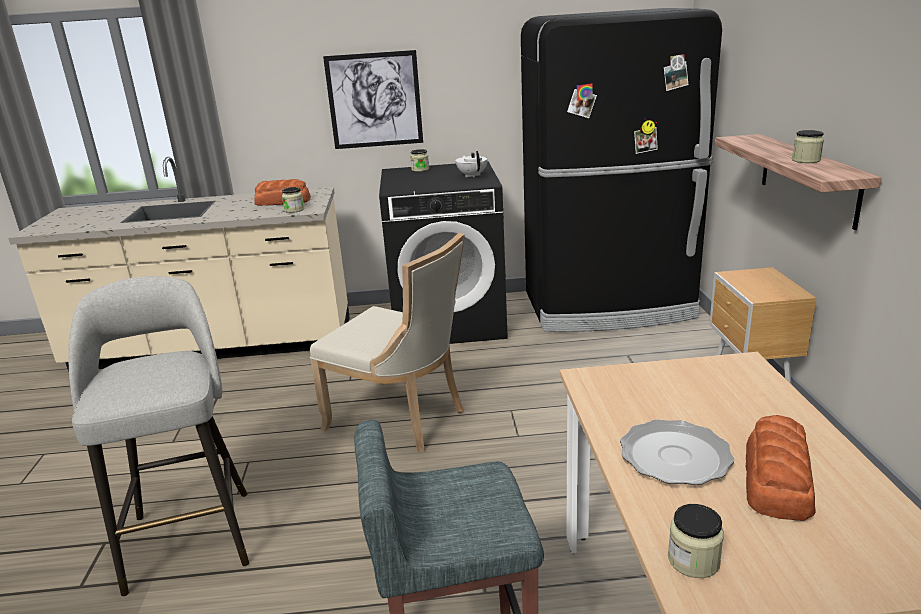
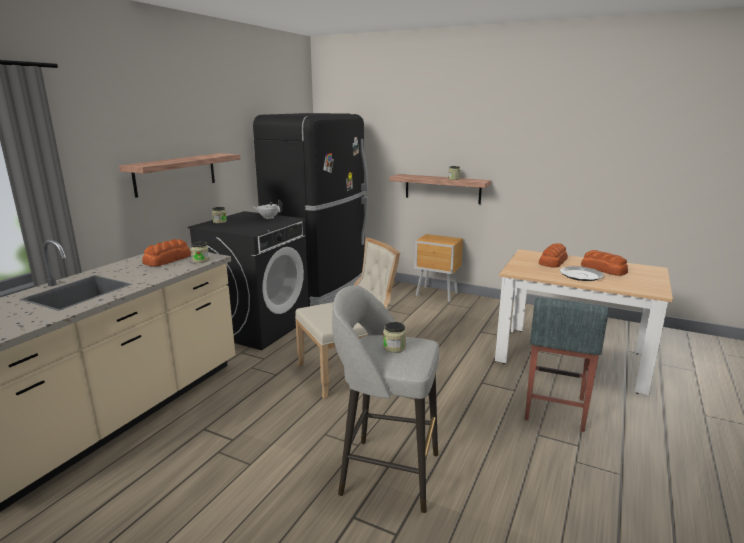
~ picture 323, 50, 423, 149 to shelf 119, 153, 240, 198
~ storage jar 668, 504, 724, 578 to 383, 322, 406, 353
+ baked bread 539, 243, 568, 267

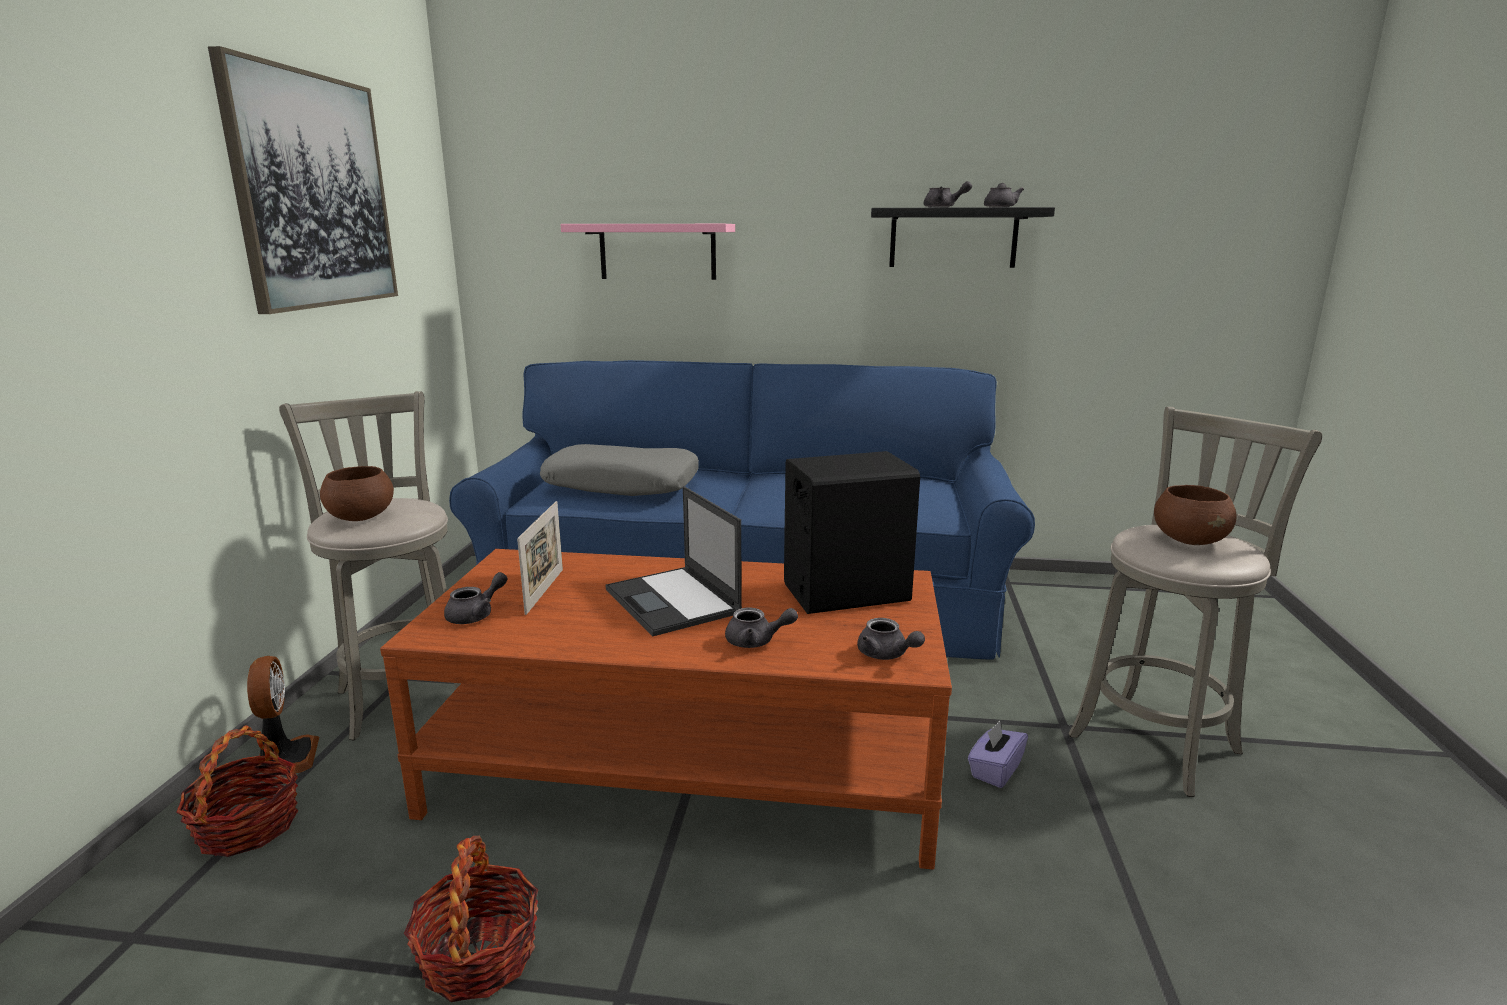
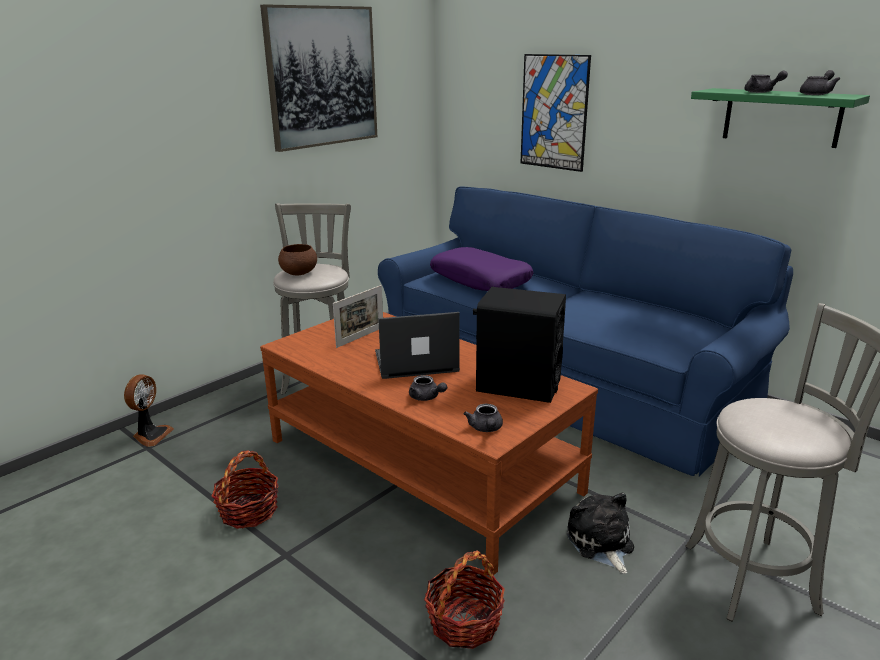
~ basket 176, 726, 299, 857 to 424, 551, 505, 649
~ fan 247, 656, 319, 773 to 124, 375, 174, 447
- gray pot for tea 444, 572, 508, 624
~ gray throw pillow 540, 444, 699, 496 to purple-coloured throw pillow 430, 247, 533, 291
~ pink shelf 561, 224, 735, 280 to picture 521, 54, 591, 172
~ laptop 605, 486, 742, 637 = 375, 312, 460, 379 75 degrees clockwise
~ blackish shelf 871, 207, 1055, 268 to green shelf 691, 88, 870, 148
~ purple-coloured box of tissues 968, 720, 1028, 788 to soft toy 567, 493, 634, 574
- brown serving bowl 1154, 485, 1237, 545

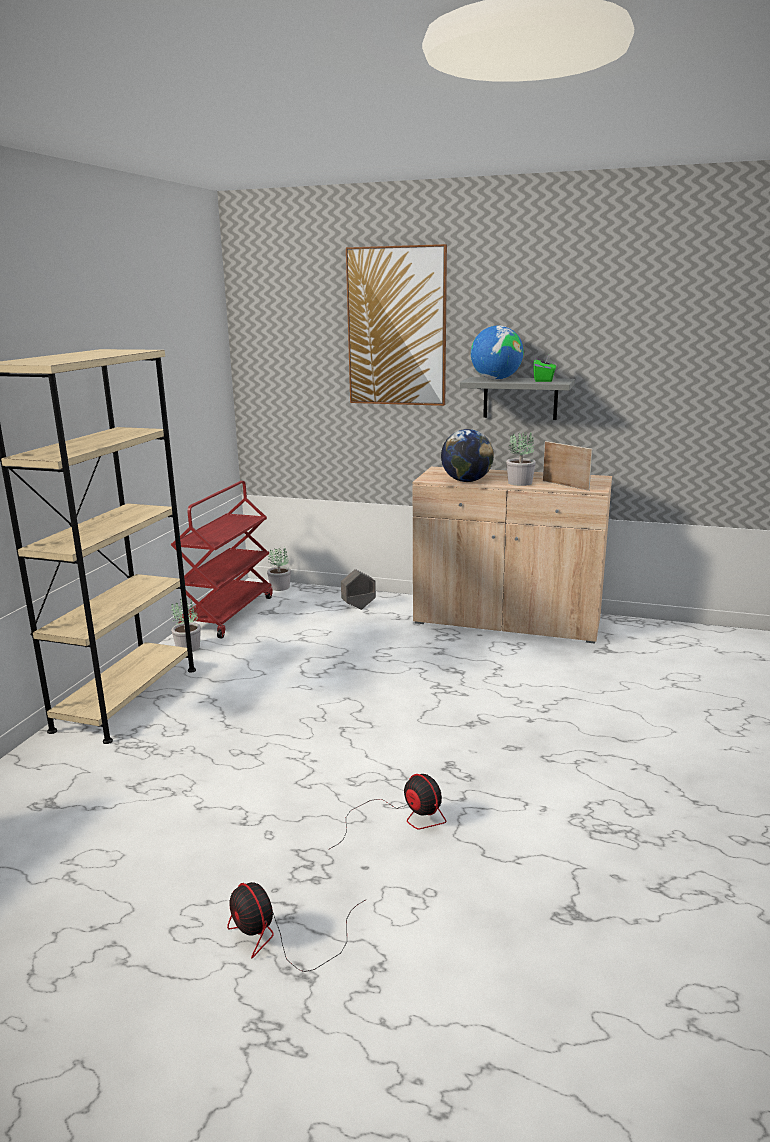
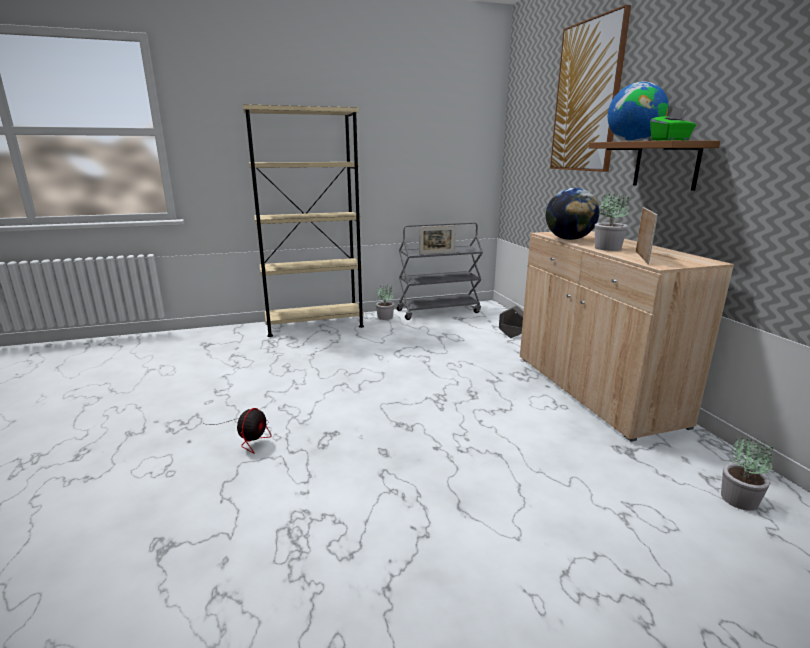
~ reddish trolley 171, 481, 273, 639 to gray trolley 397, 222, 483, 320
- fan 227, 882, 367, 972
~ houseplant 267, 547, 291, 591 to 721, 438, 774, 511
~ gray shelf 460, 377, 575, 420 to brown shelf 589, 140, 720, 191
+ standing frame 419, 226, 456, 254

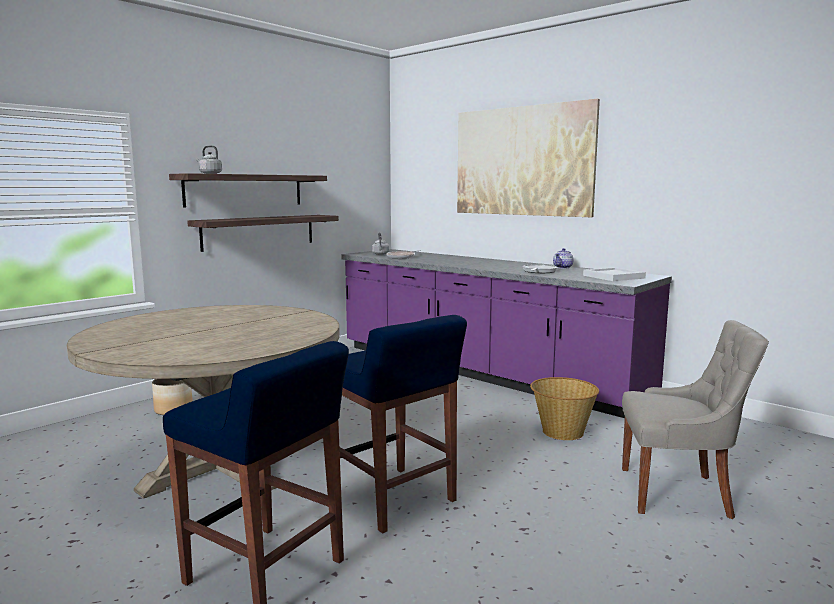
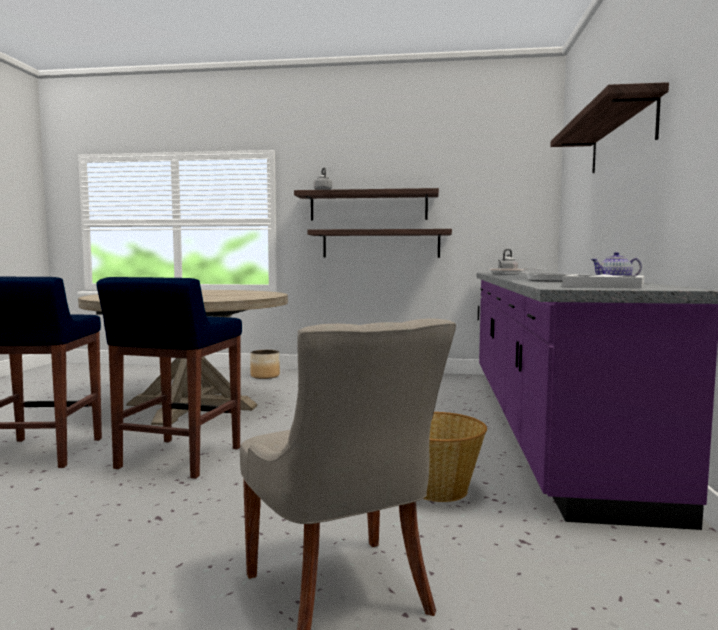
~ picture 457, 99, 600, 217 to shelf 550, 82, 669, 173

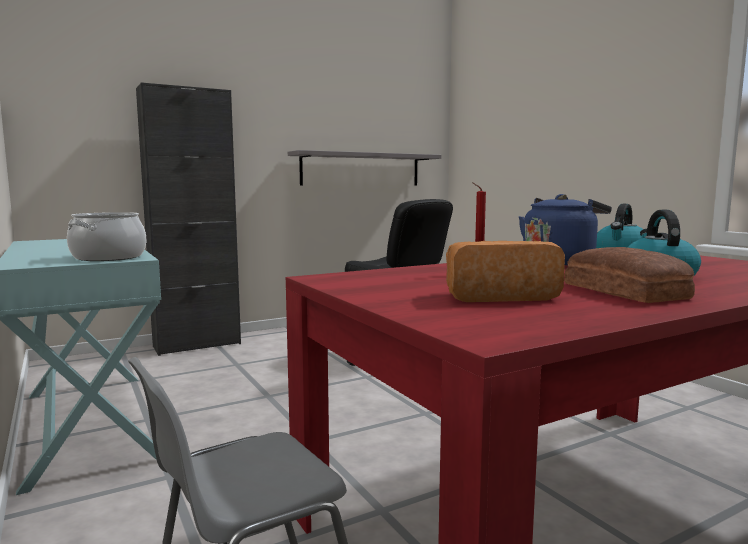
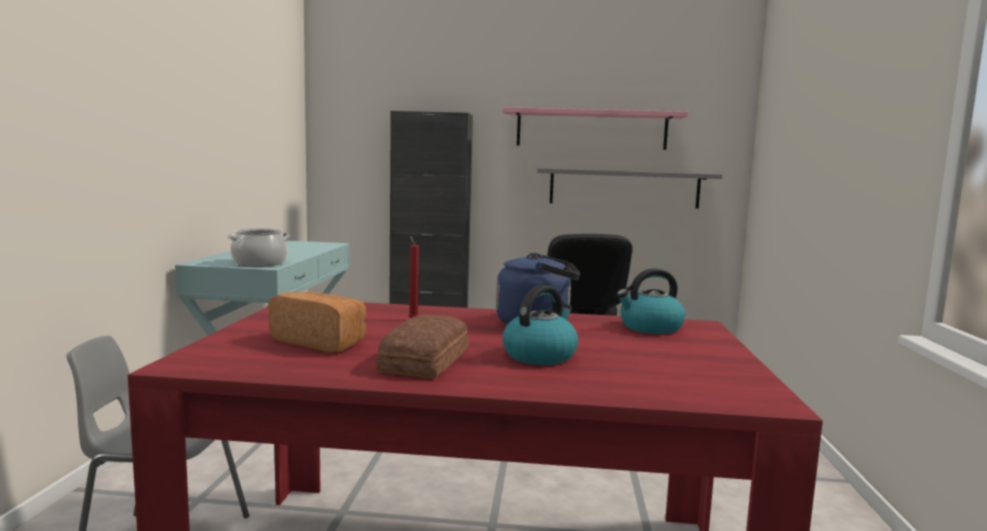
+ pink shelf 502, 107, 689, 150

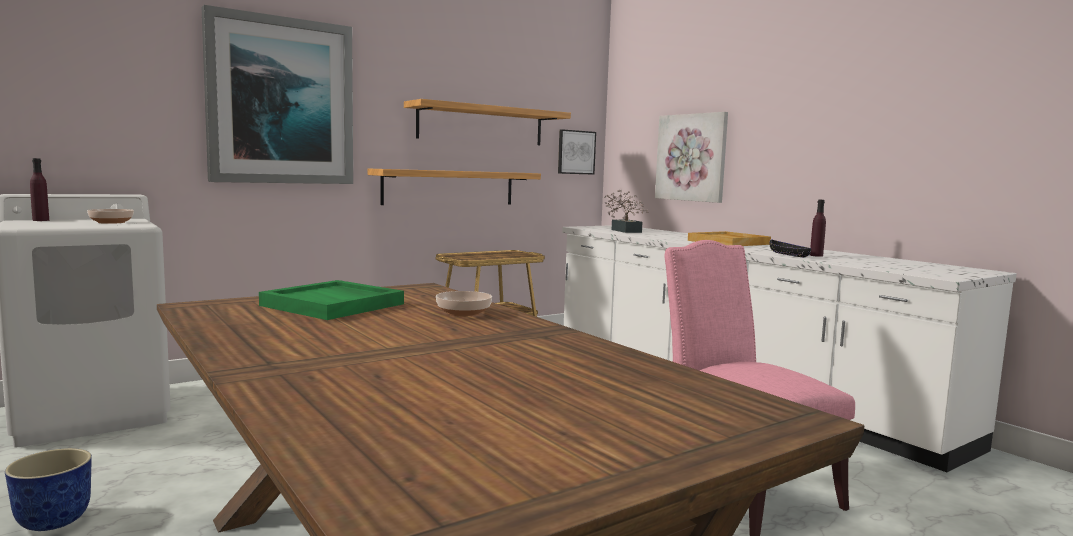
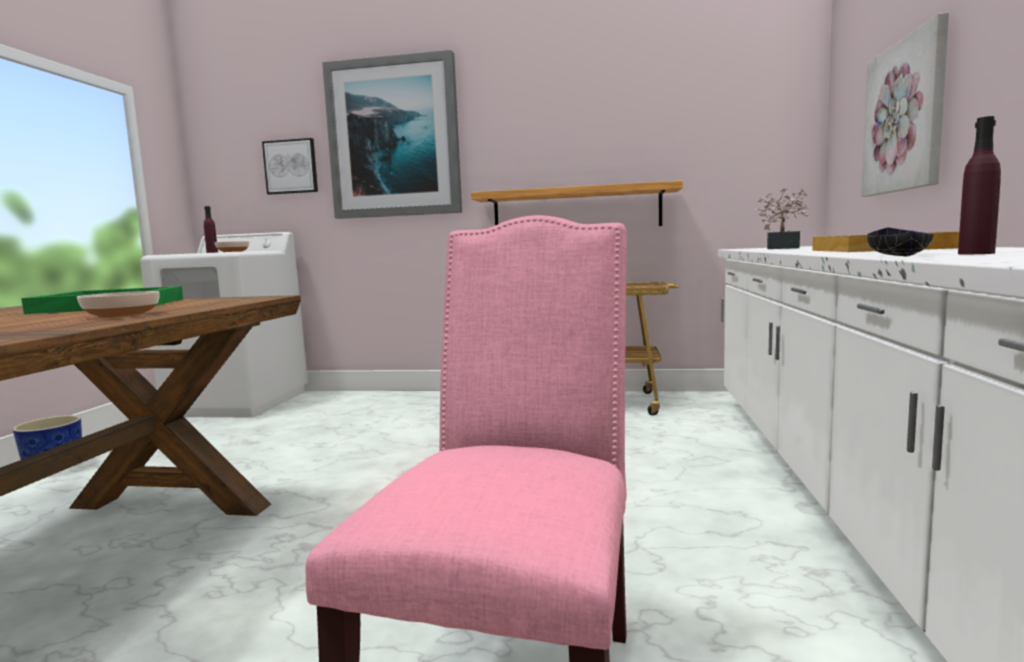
- shelf 404, 99, 571, 145
~ picture 558, 129, 596, 175 to 262, 138, 318, 195

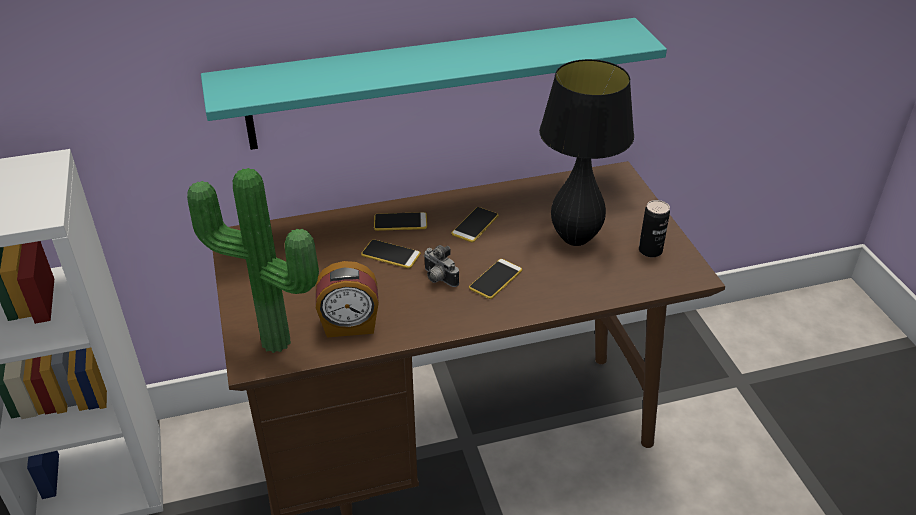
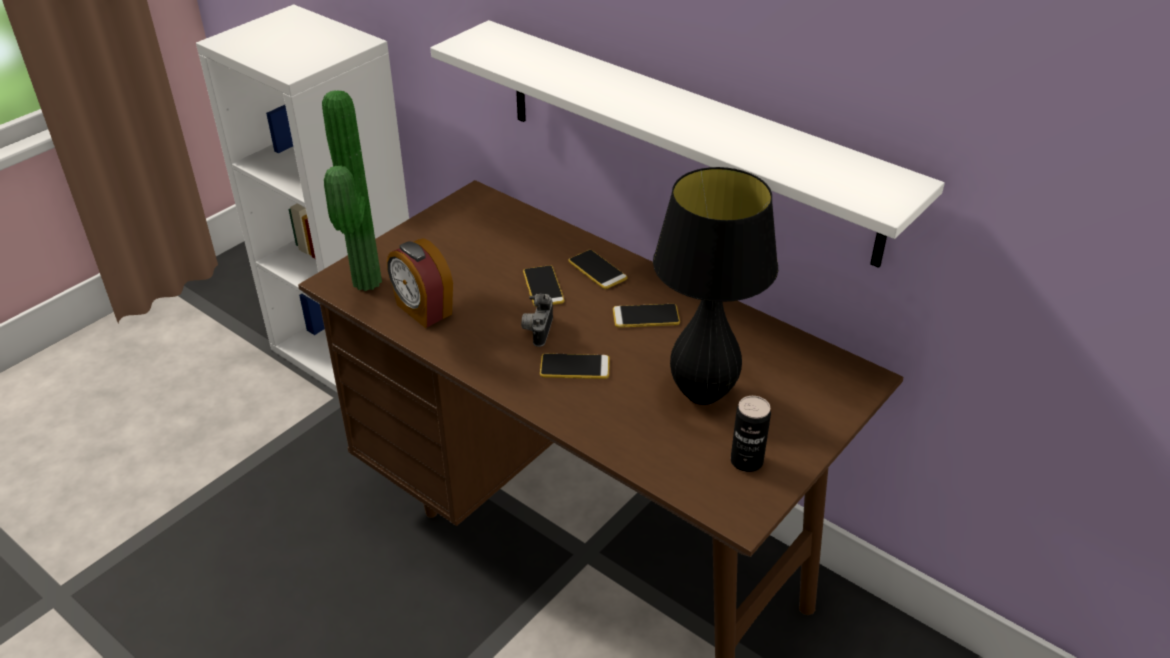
~ turquoise shelf 201, 18, 667, 150 to whitish shelf 430, 20, 945, 268

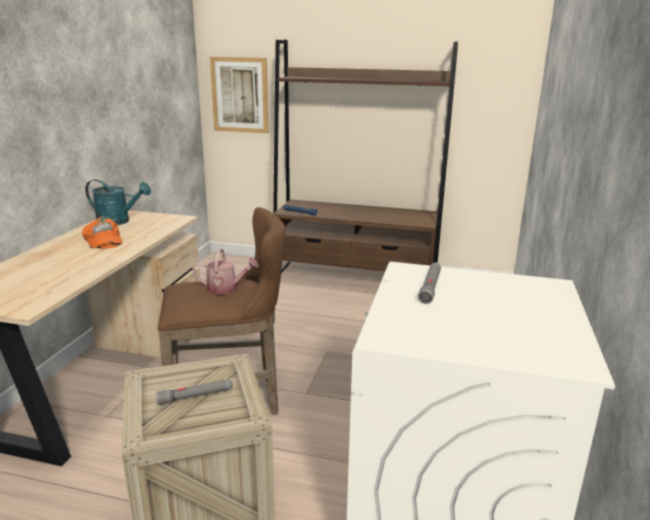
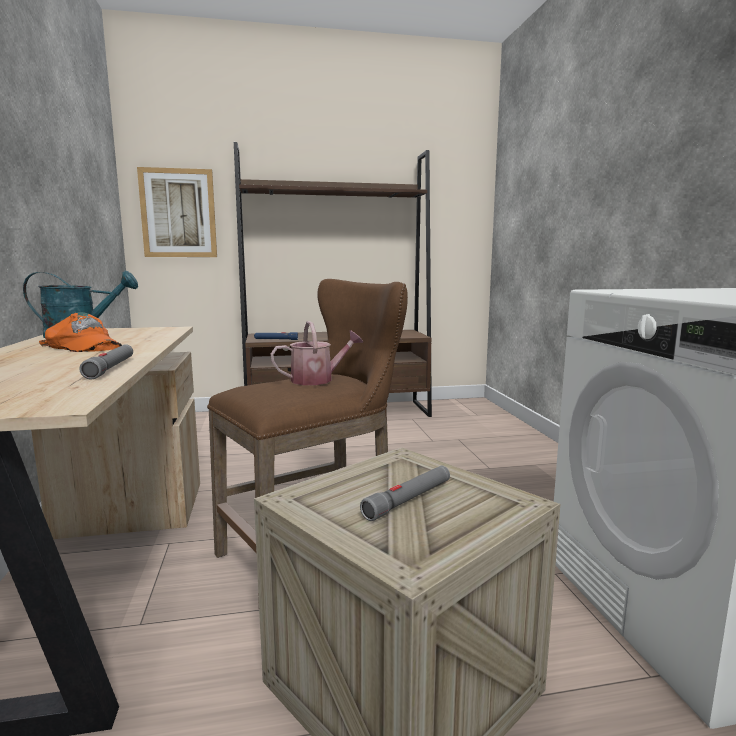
~ gray torch 418, 263, 441, 304 to 79, 344, 133, 380

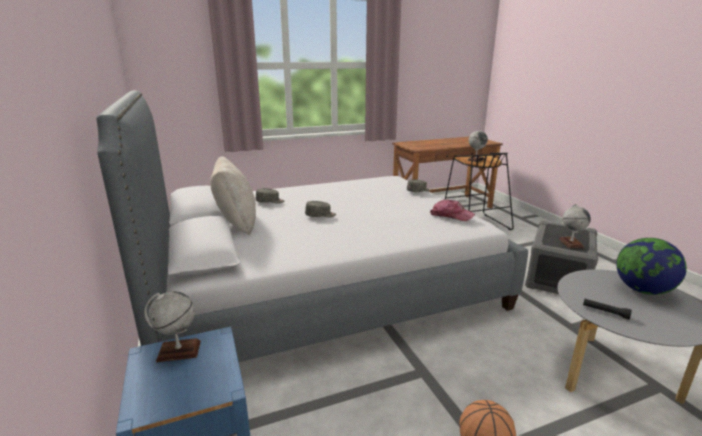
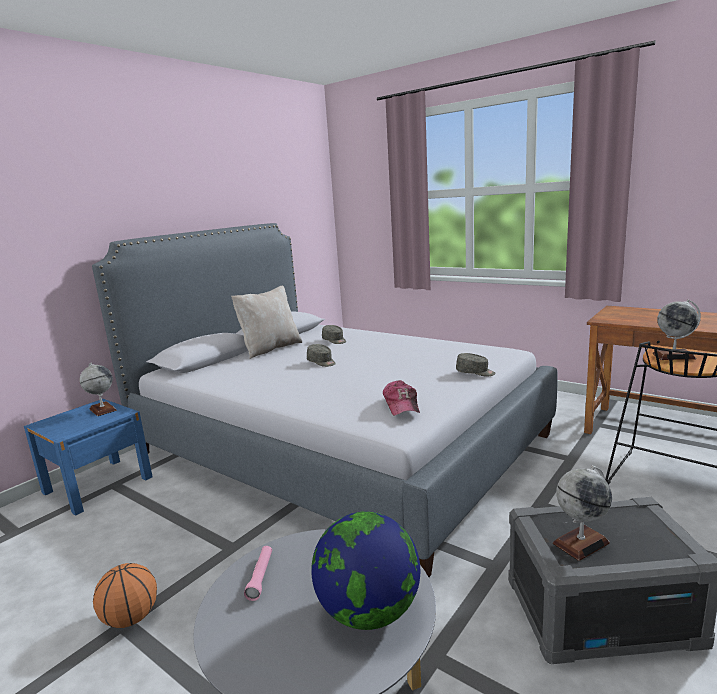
~ blackish torch 583, 299, 632, 319 to pink torch 244, 546, 272, 601

